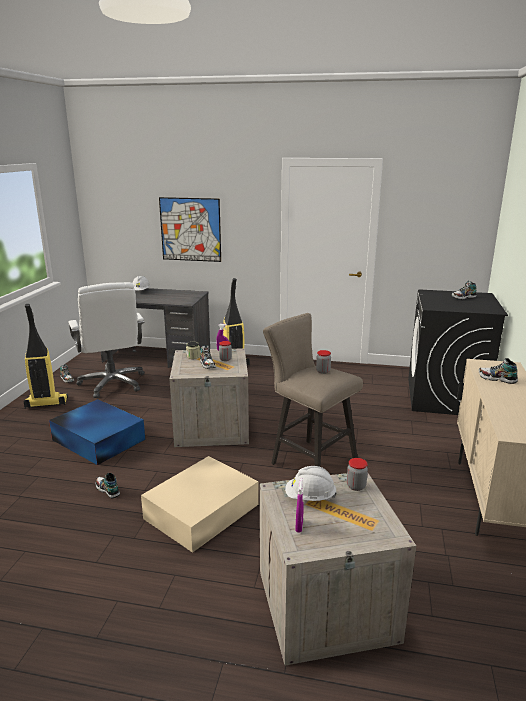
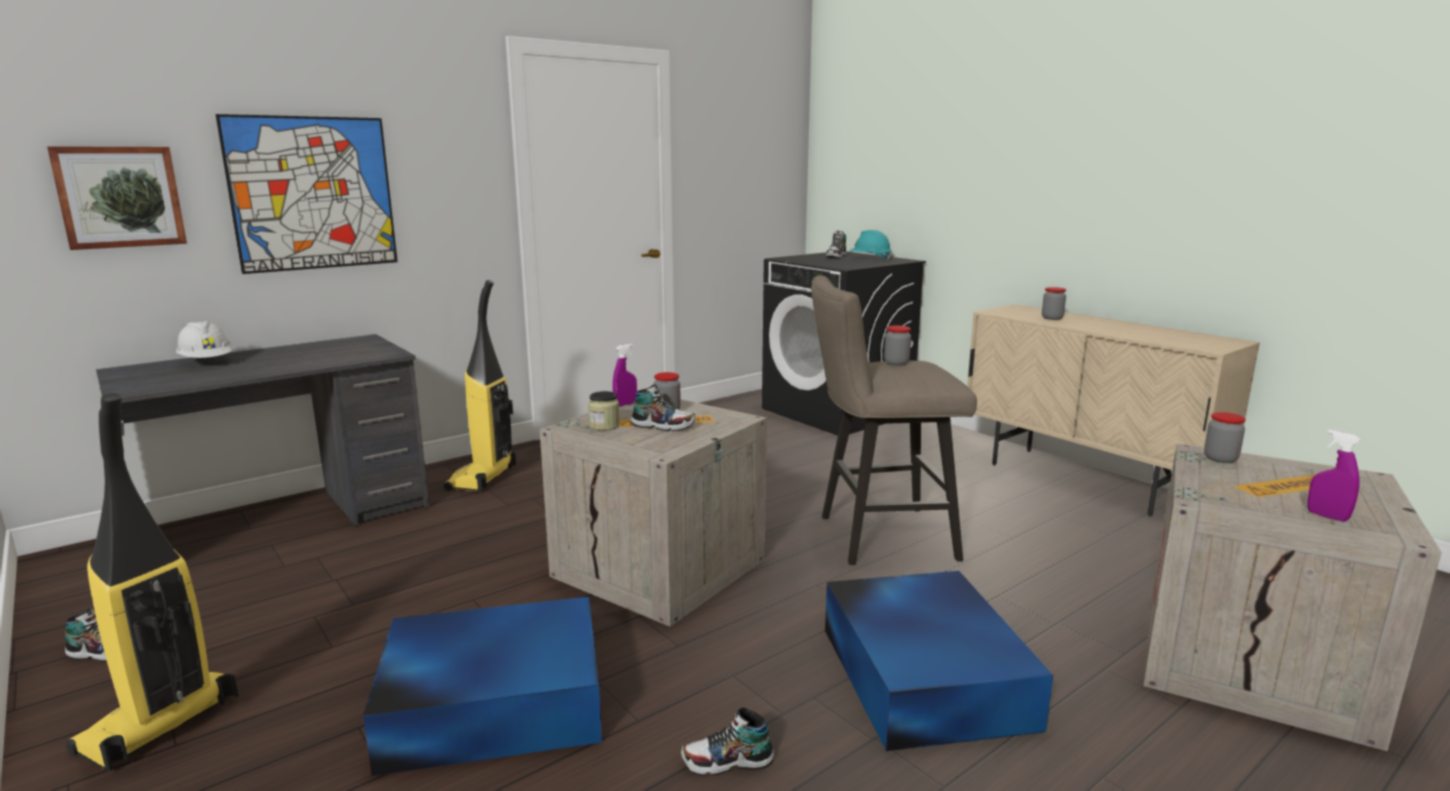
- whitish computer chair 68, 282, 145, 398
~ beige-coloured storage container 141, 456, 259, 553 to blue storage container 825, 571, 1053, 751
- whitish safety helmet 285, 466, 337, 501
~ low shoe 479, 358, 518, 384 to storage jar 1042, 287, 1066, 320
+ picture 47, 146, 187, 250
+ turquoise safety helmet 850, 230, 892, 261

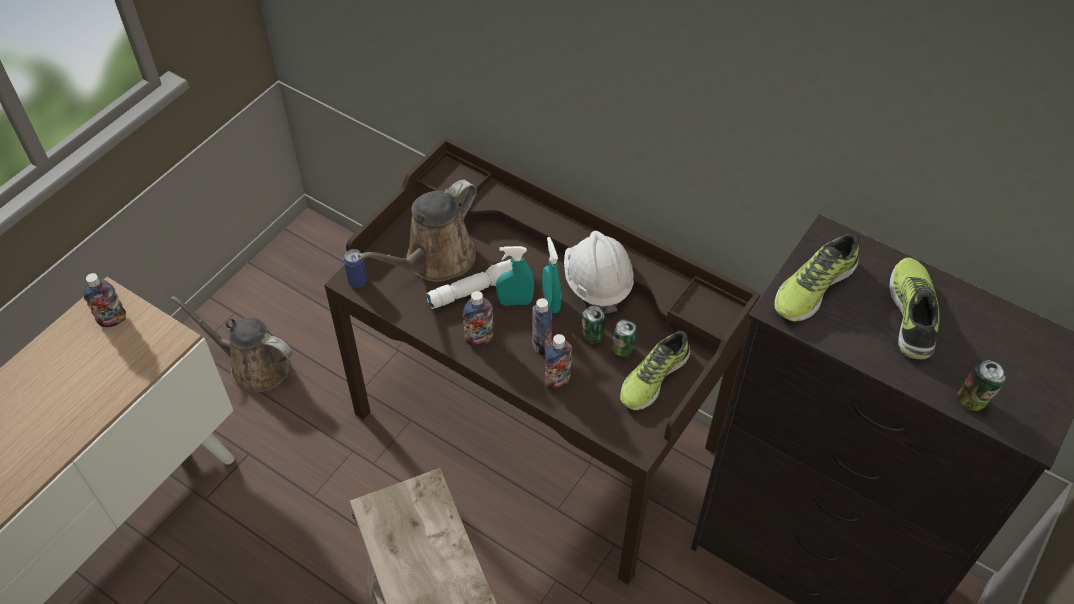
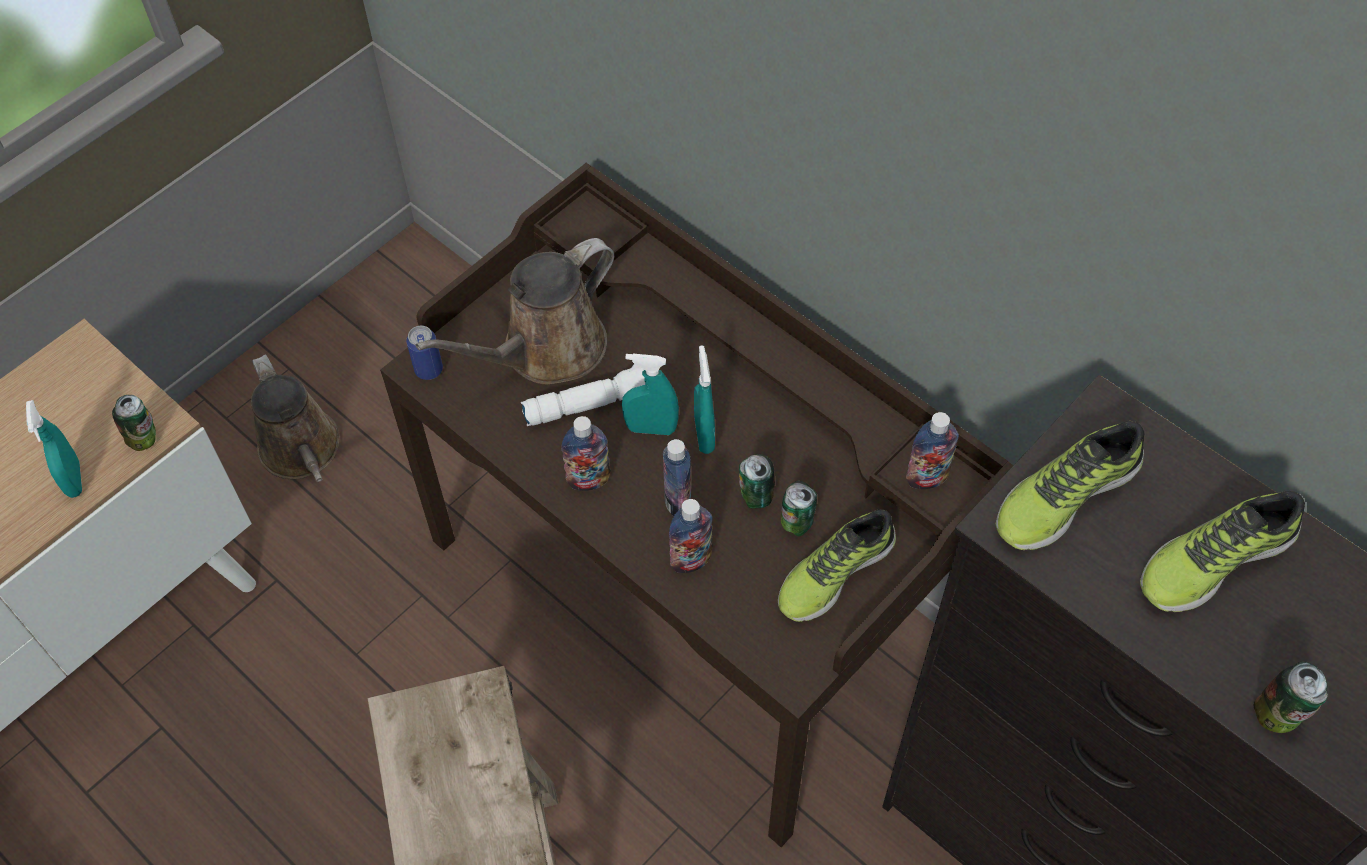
~ bottle 83, 273, 126, 327 to 906, 412, 959, 489
~ brown watering pot 171, 296, 293, 393 = 251, 355, 339, 482 150 degrees counterclockwise
- whitish safety helmet 564, 231, 634, 313
~ low shoe 890, 258, 940, 360 = 1140, 491, 1305, 612 135 degrees counterclockwise
+ turquoise spray bottle 26, 400, 82, 498
+ metal can 112, 395, 156, 451

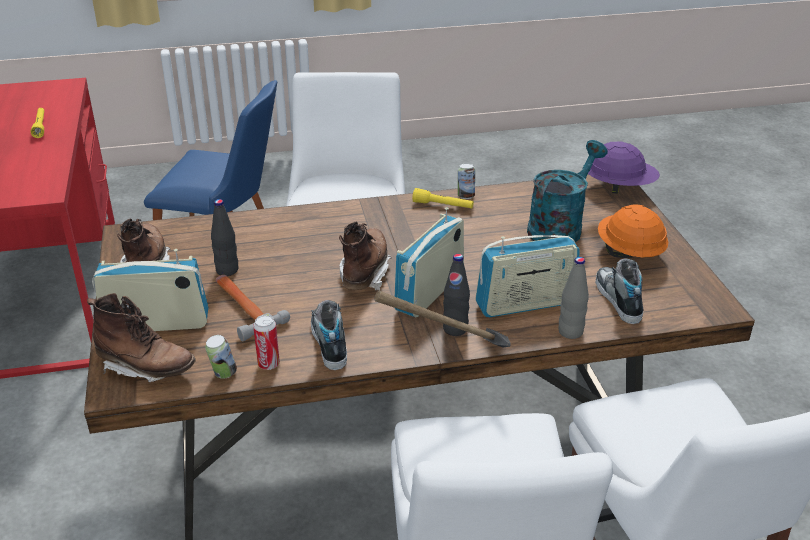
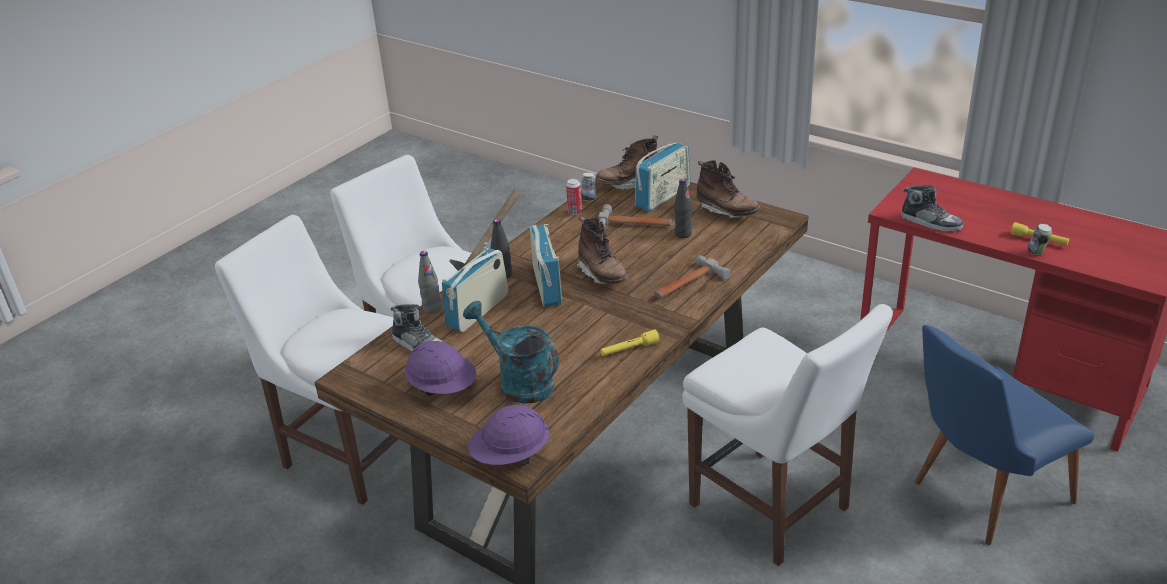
~ low shoe 311, 300, 347, 370 to 901, 185, 963, 232
~ metal can 458, 164, 475, 199 to 1028, 224, 1052, 255
~ turquoise watering pot 527, 140, 608, 242 = 463, 301, 559, 404 135 degrees clockwise
~ orange-coloured safety helmet 598, 204, 668, 258 to purple-coloured safety helmet 405, 341, 477, 396
+ hammer 654, 255, 730, 298

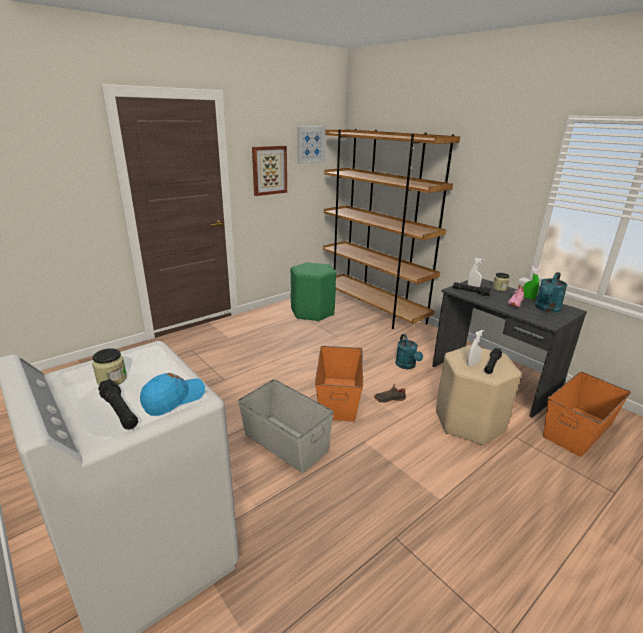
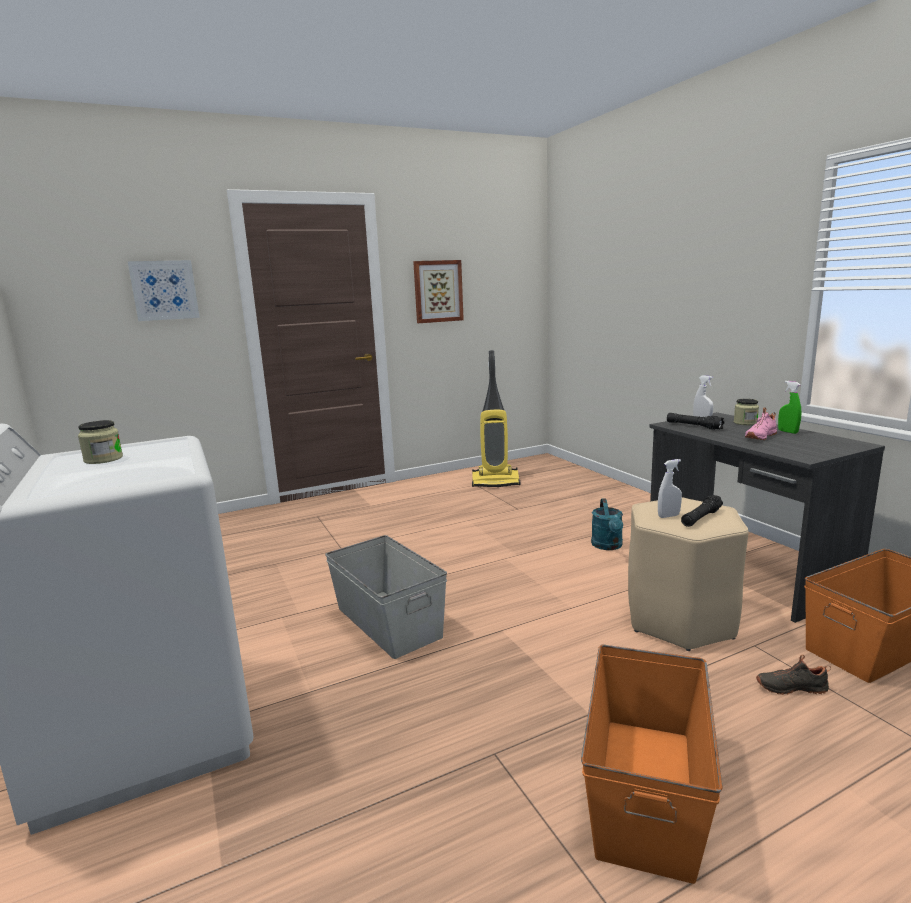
- blackish torch 98, 379, 138, 430
- blue cap 140, 373, 205, 416
~ green stool seat 291, 262, 336, 322 to vacuum cleaner 472, 350, 520, 487
~ picture 297, 126, 326, 164 to 128, 260, 200, 321
~ orange-coloured storage container 315, 346, 363, 421 to 581, 645, 723, 884
- brown bookcase 323, 129, 460, 329
~ blackish low shoe 374, 384, 406, 403 to 756, 654, 831, 695
- turquoise watering pot 535, 272, 568, 313

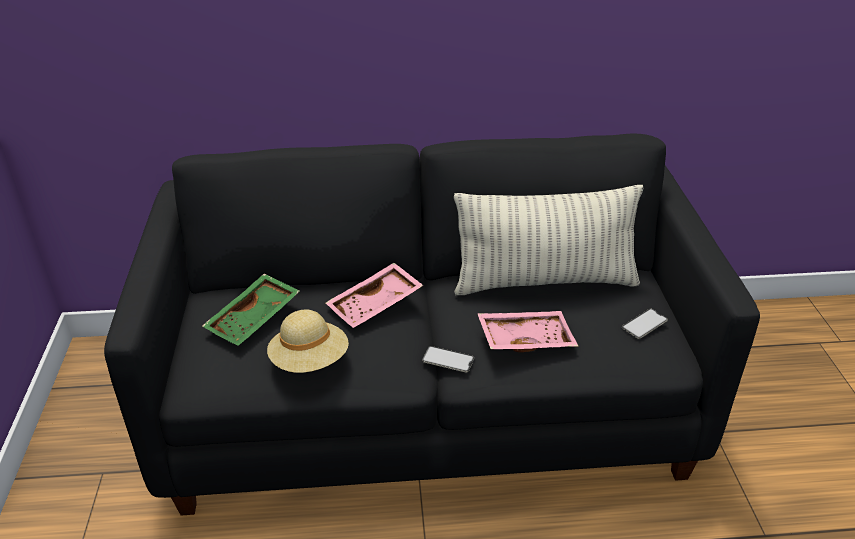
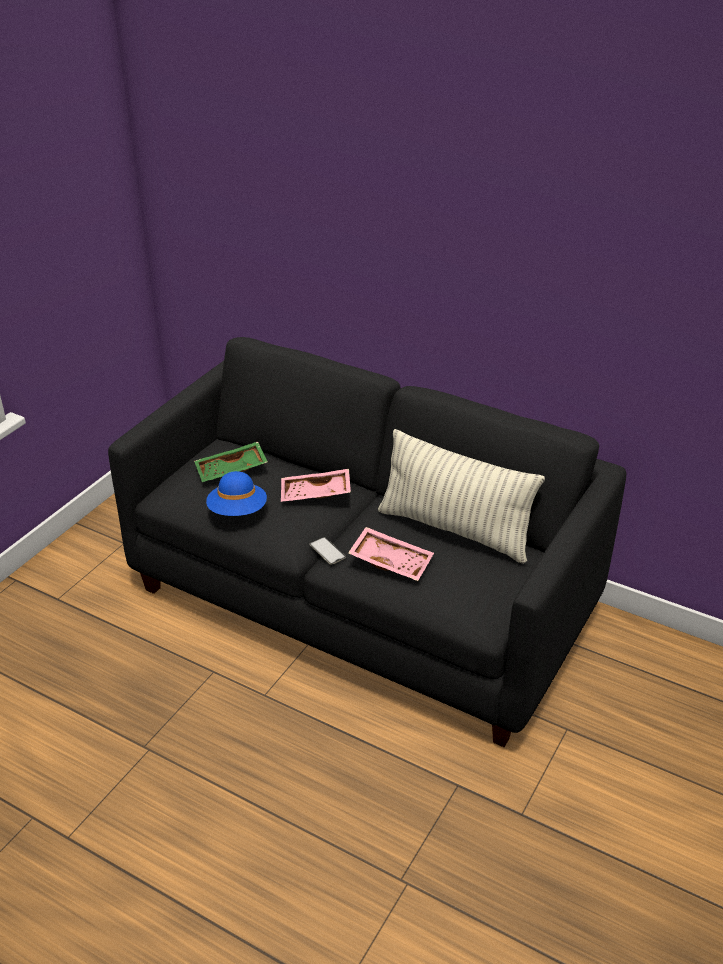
~ beige-coloured wearable hat 267, 309, 349, 373 to blue wearable hat 206, 471, 267, 516
- handset 622, 308, 668, 339

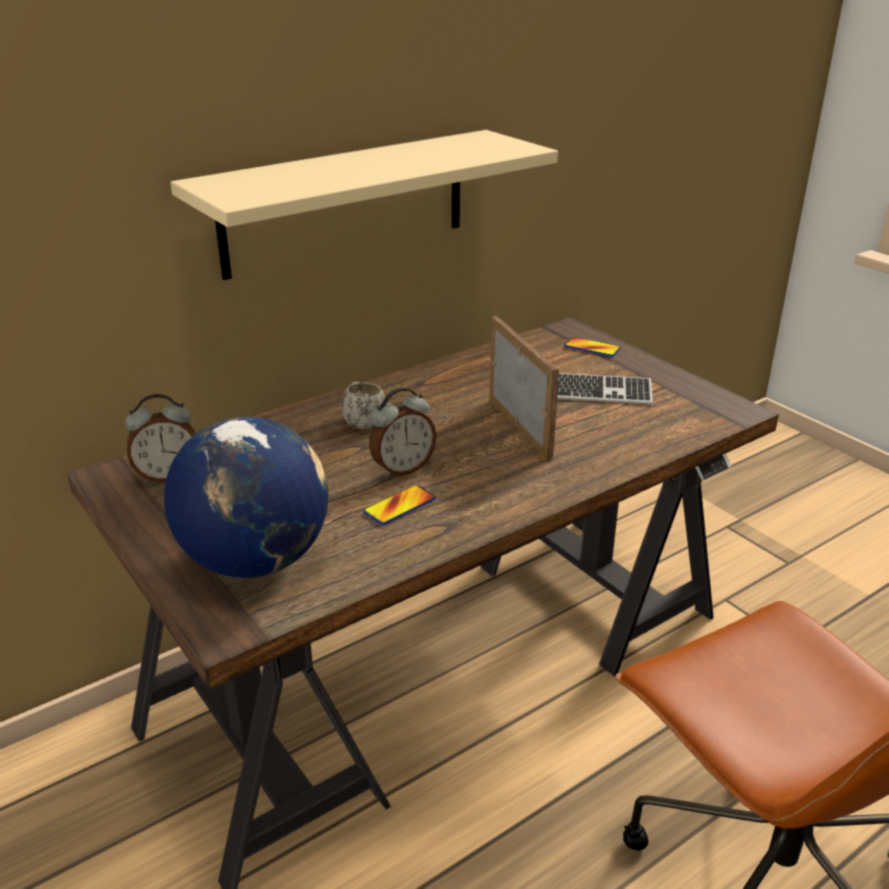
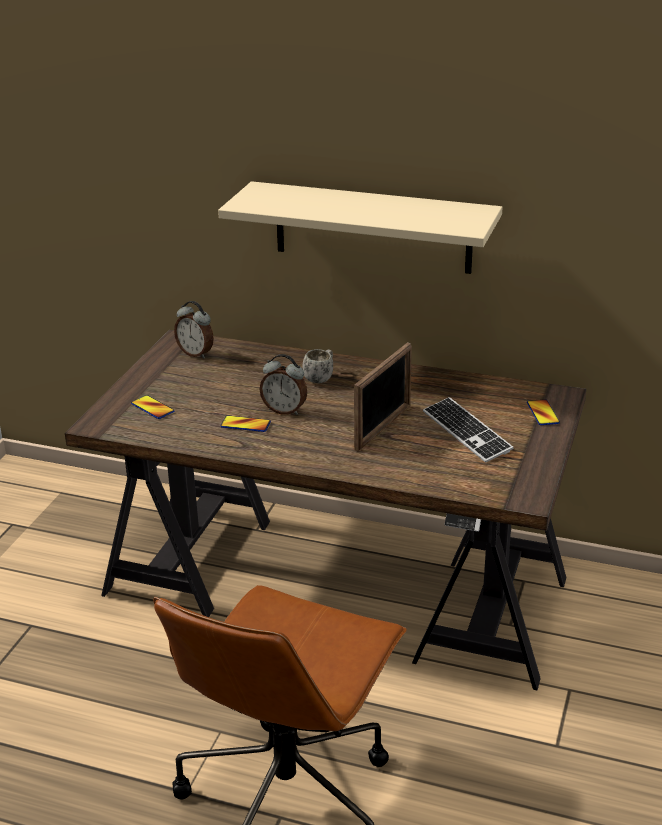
~ world globe 164, 416, 328, 578 to handset 131, 395, 174, 419

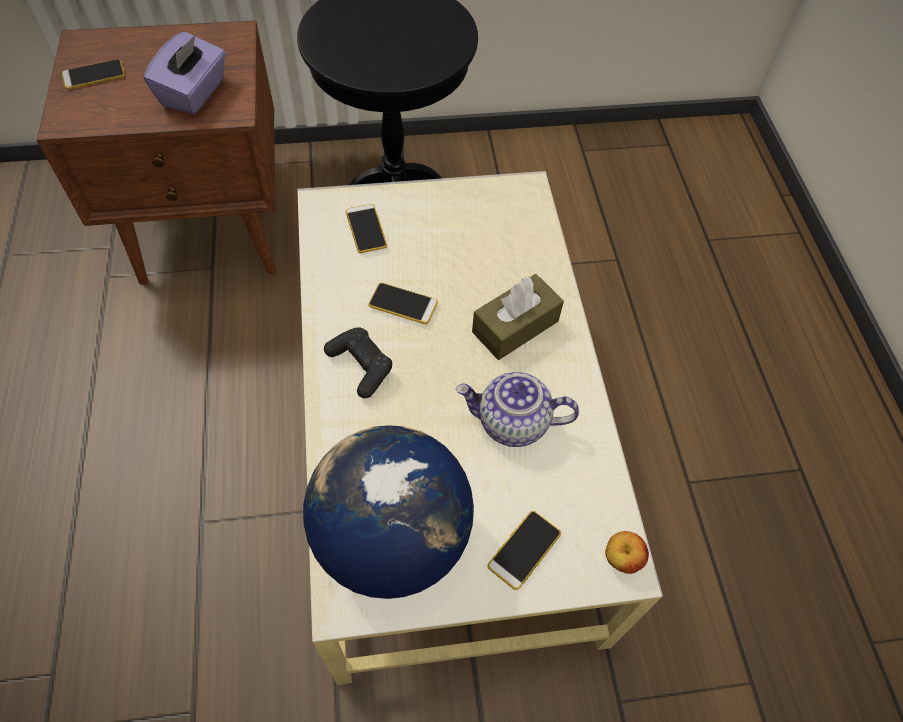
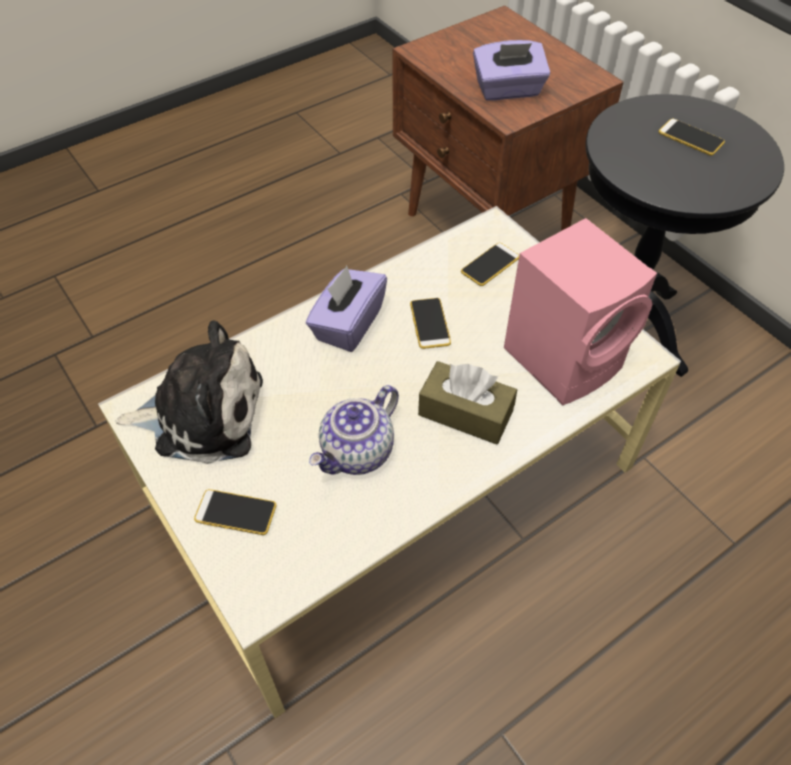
~ handset 62, 59, 125, 90 to 659, 119, 725, 155
~ world globe 303, 425, 474, 599 to soft toy 115, 320, 263, 464
~ blackish gamepad 324, 328, 392, 398 to purple-coloured box of tissues 306, 266, 387, 352
~ pot for tea 456, 372, 579, 447 = 309, 385, 399, 475 120 degrees counterclockwise
- apple 605, 531, 649, 574
+ pink audio speaker 504, 218, 657, 405

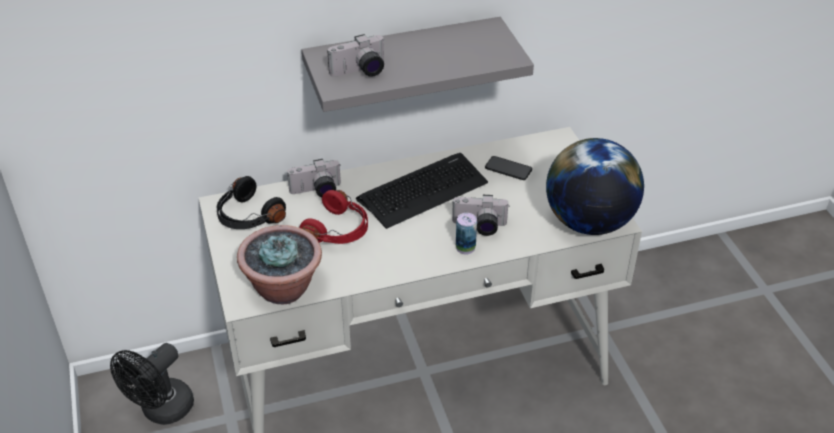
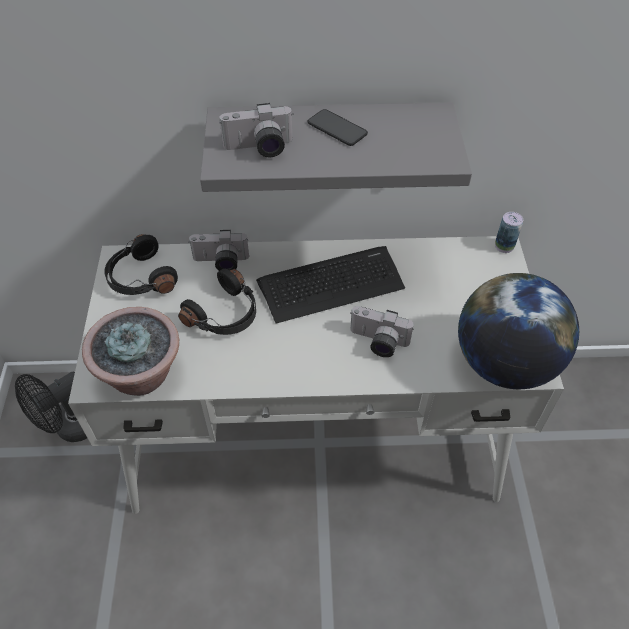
~ reddish pair of headphones 299, 190, 368, 244 to blackish pair of headphones 178, 269, 256, 335
~ metal can 456, 213, 477, 255 to 495, 212, 523, 253
~ handset 485, 156, 532, 180 to 307, 109, 368, 146

